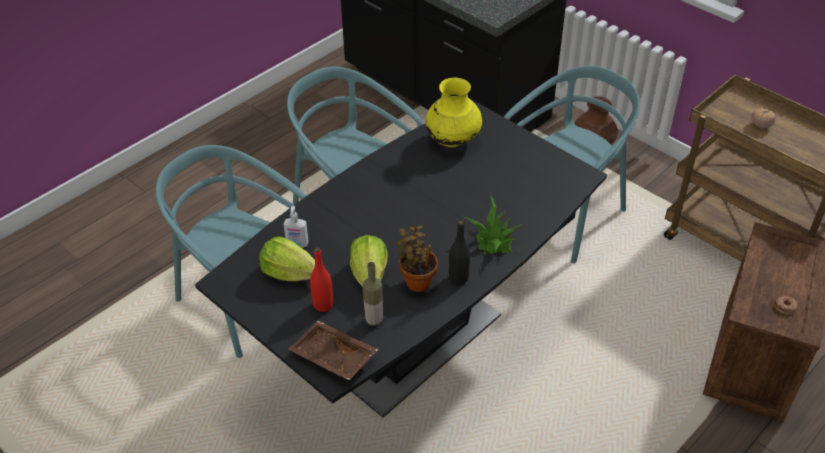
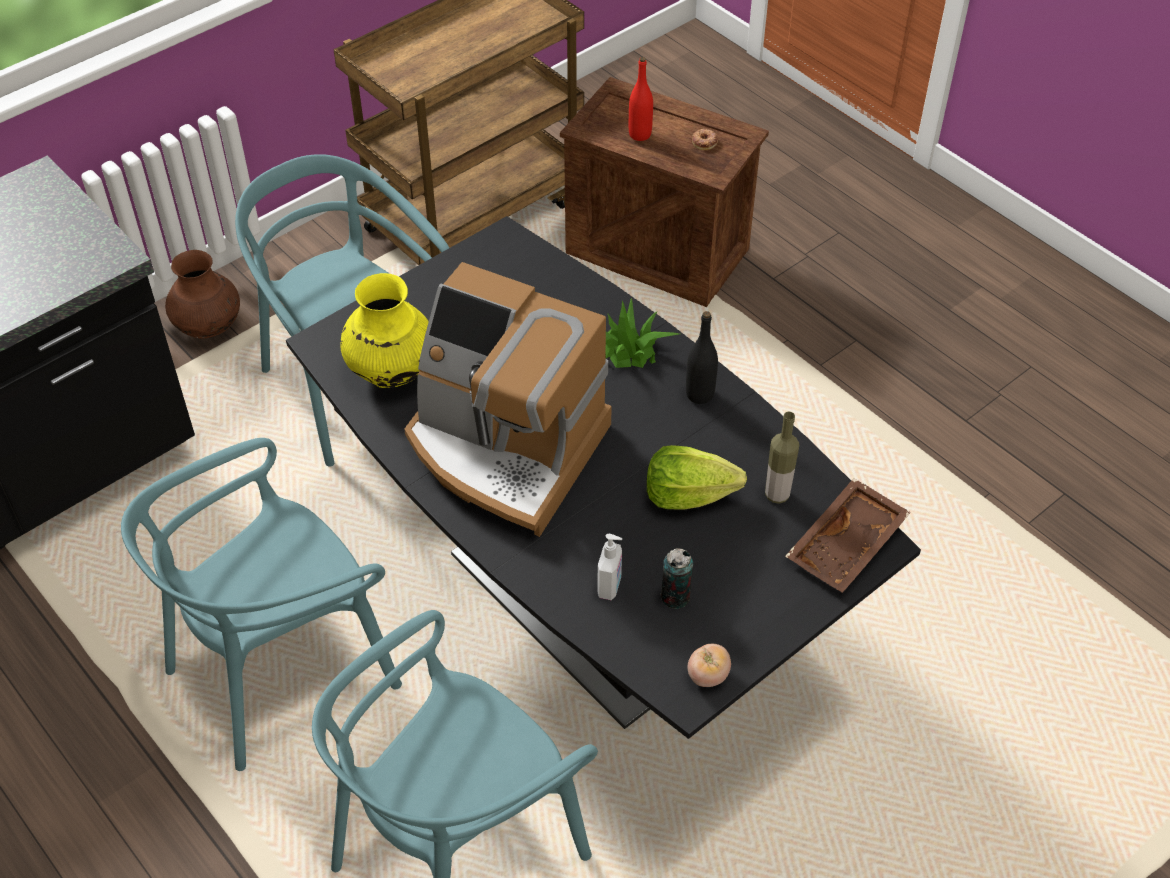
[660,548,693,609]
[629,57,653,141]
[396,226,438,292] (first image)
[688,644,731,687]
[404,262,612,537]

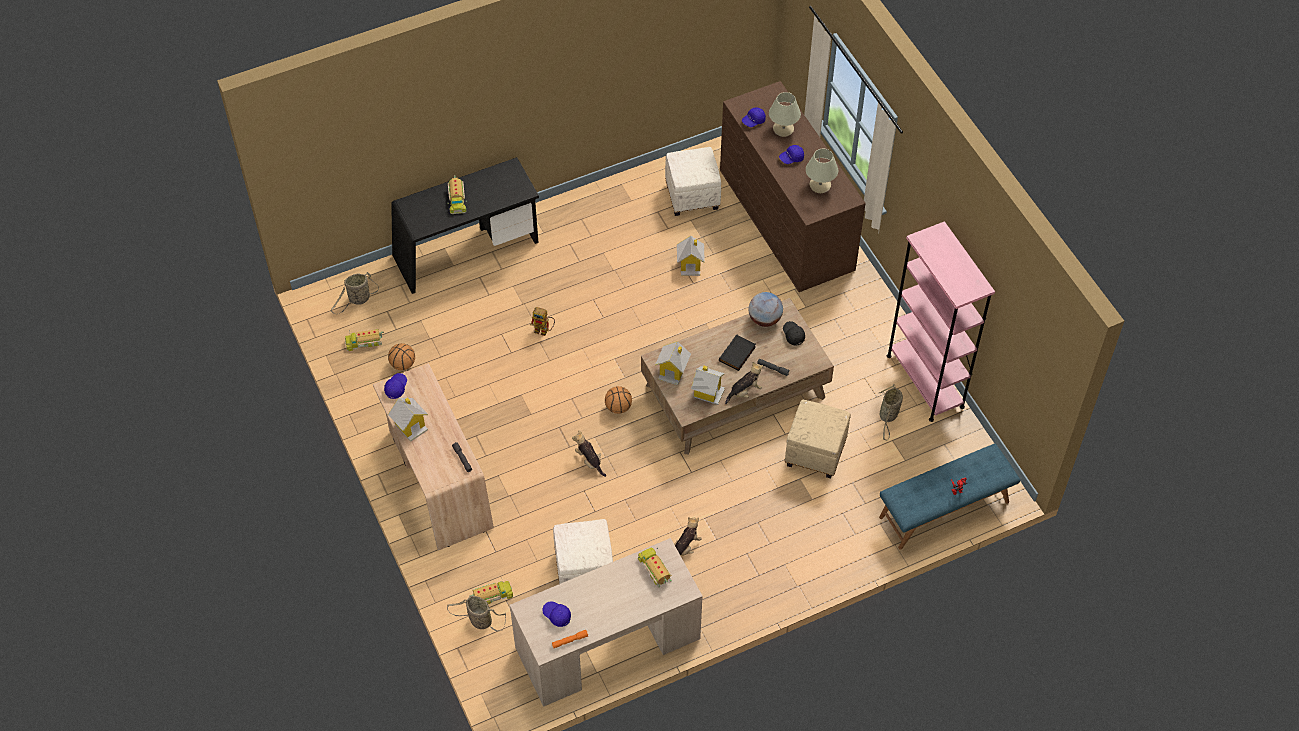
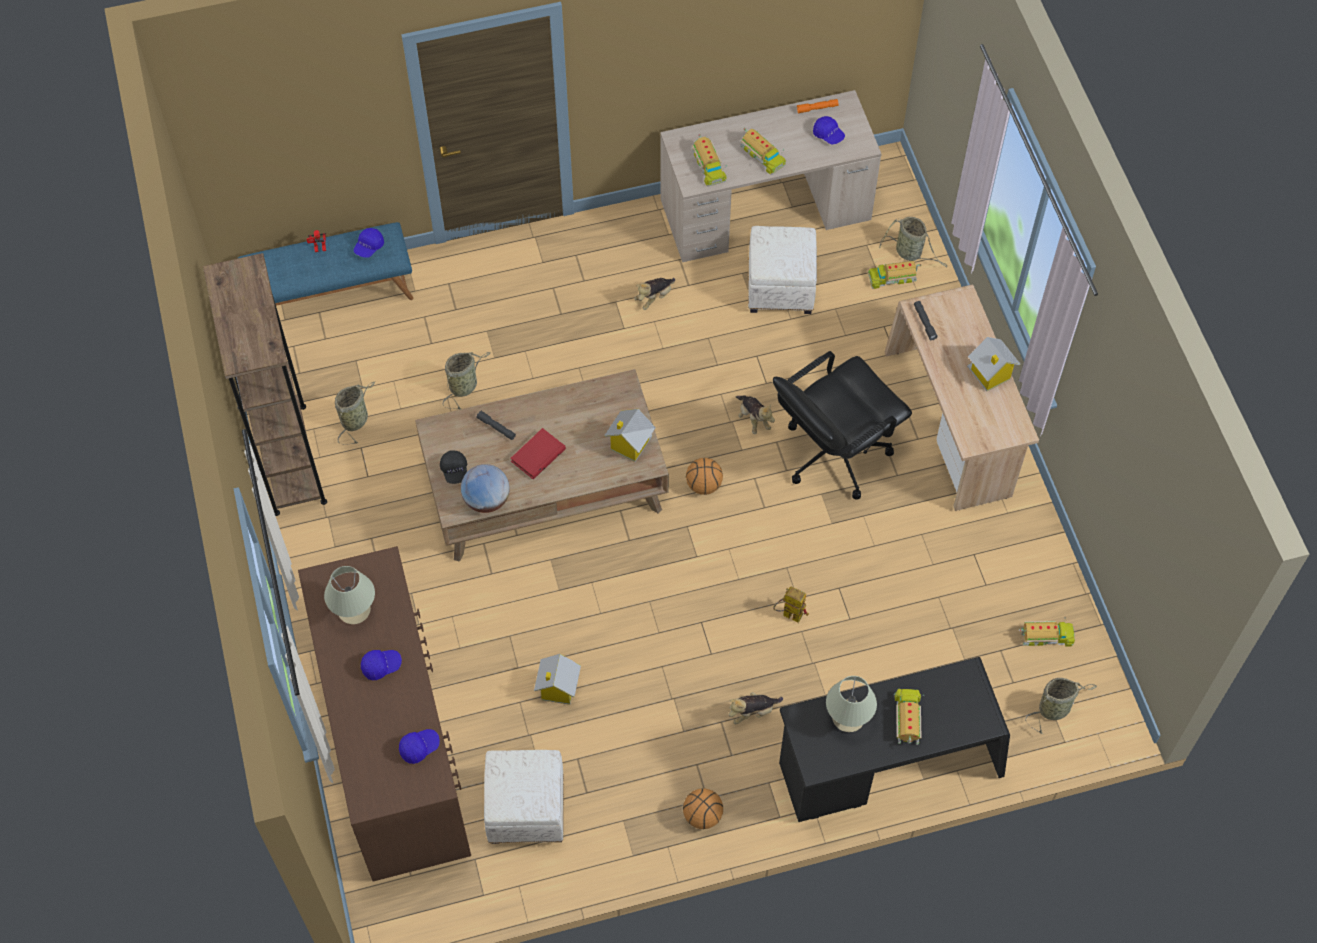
[354,228,384,258]
[683,788,723,829]
[691,366,725,405] (first image)
[510,428,566,479]
[729,692,783,724]
[826,676,877,732]
[443,352,491,410]
[203,253,327,516]
[740,128,786,175]
[773,351,912,500]

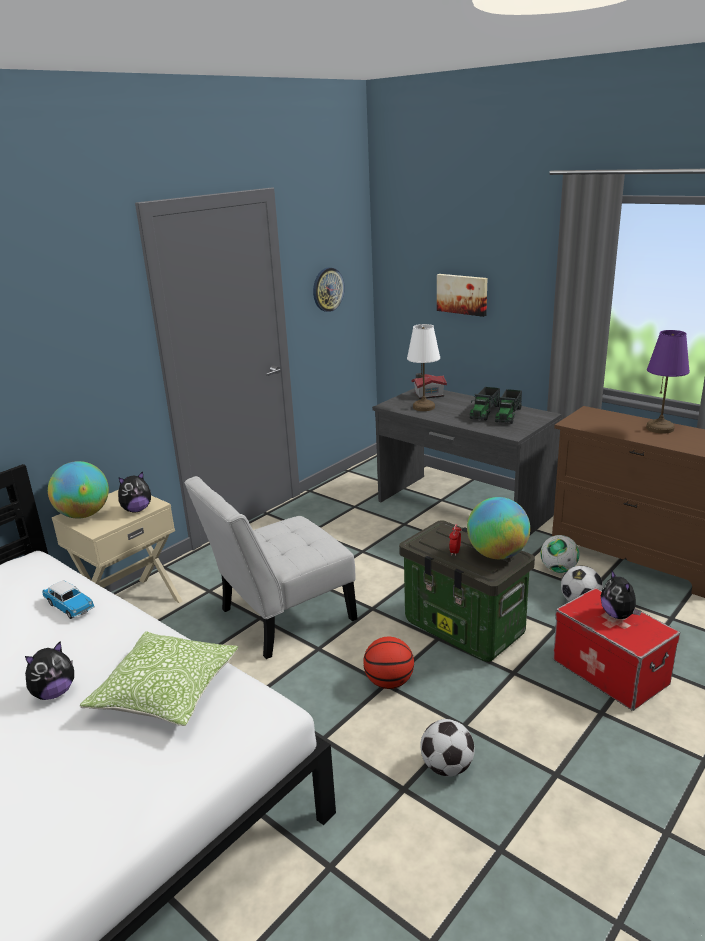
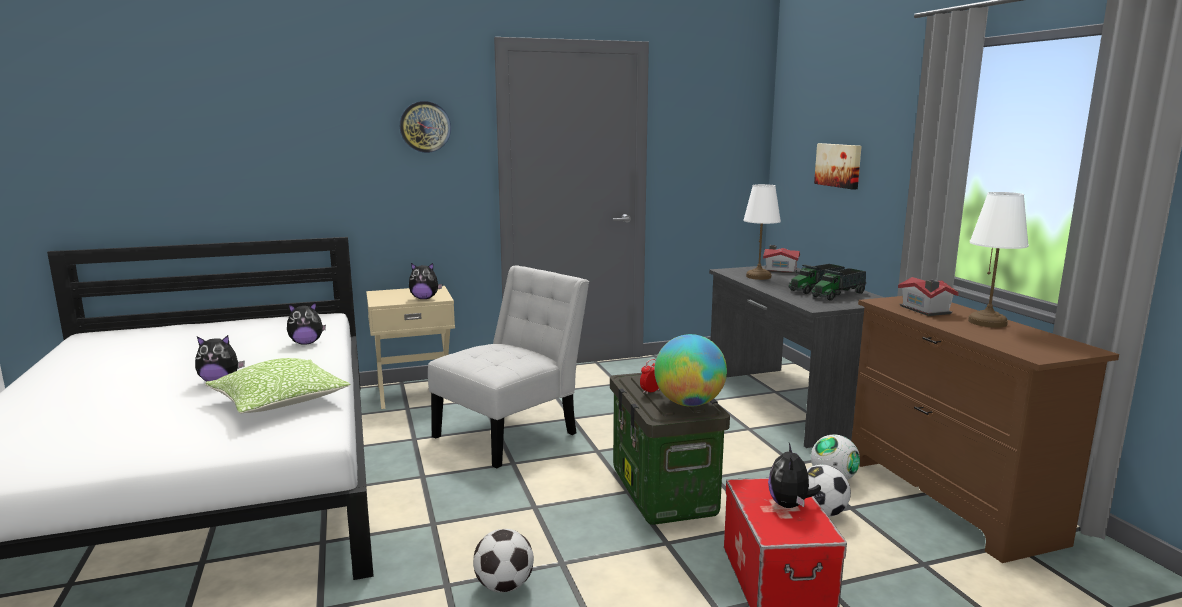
[287,302,326,345]
[48,461,109,518] (first image)
[428,266,589,468]
[400,101,451,153]
[363,637,414,689] (first image)
[968,192,1029,328]
[898,277,959,316]

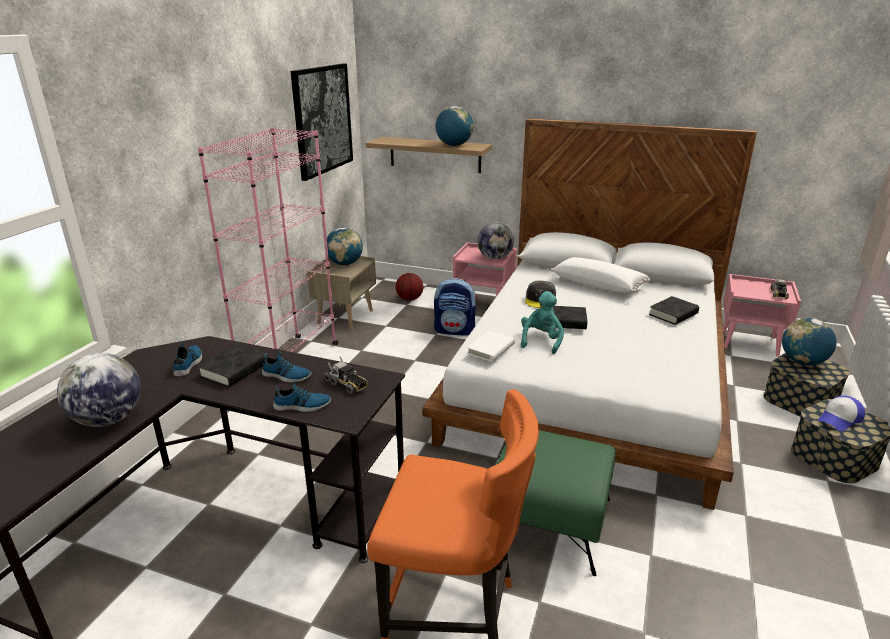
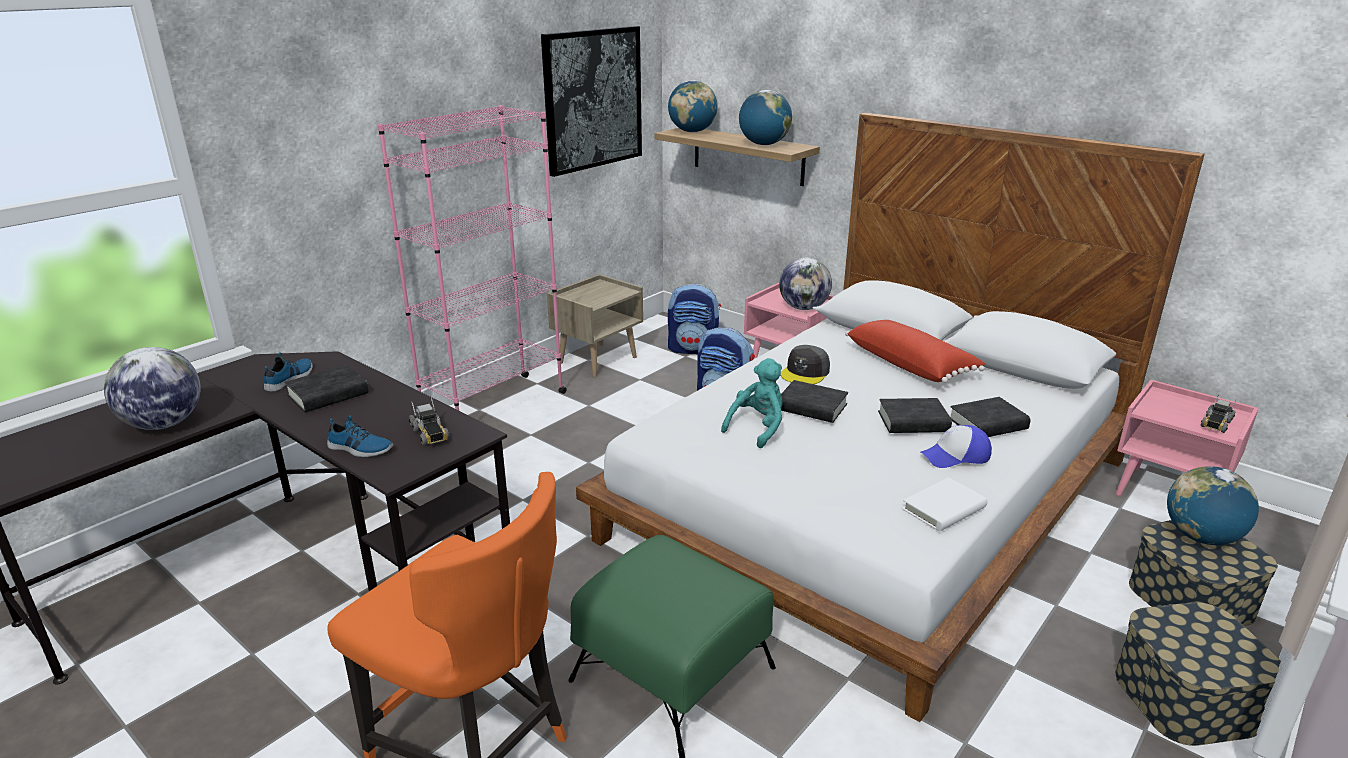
[262,351,312,382] (first image)
[668,80,718,132]
[668,284,721,354]
[902,477,987,532]
[845,320,985,383]
[921,425,992,468]
[878,398,952,433]

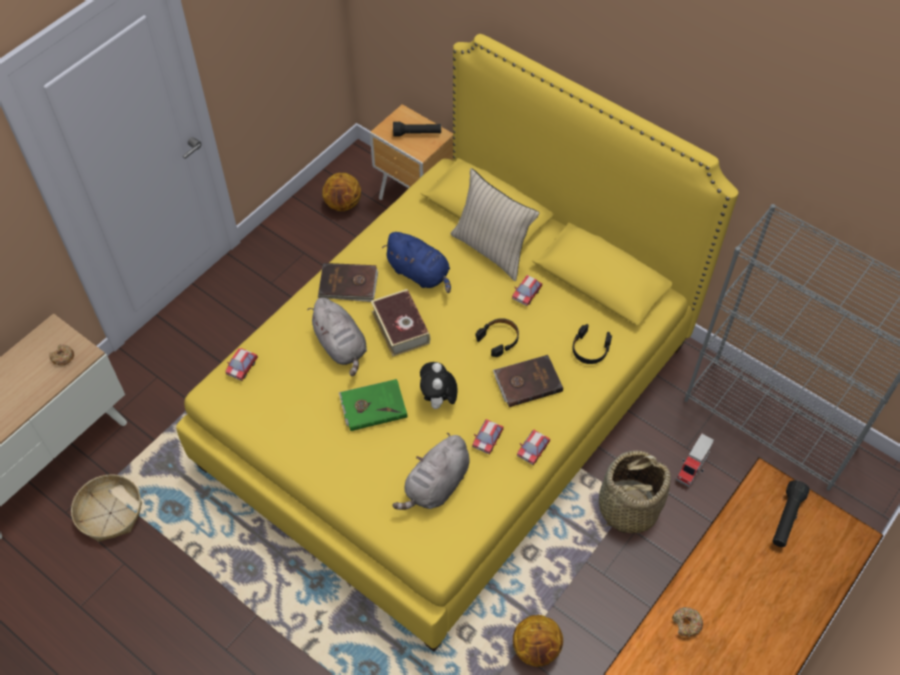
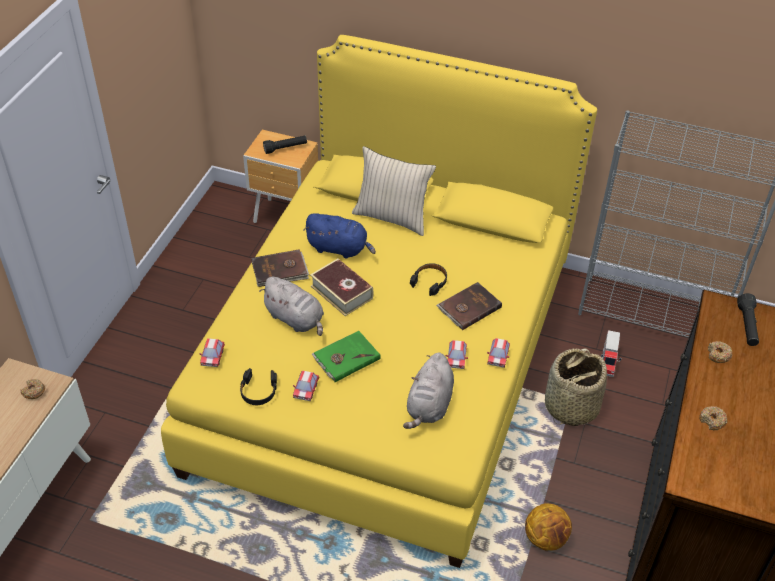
[71,474,142,542] (first image)
[322,173,361,211] (first image)
[420,362,458,409] (first image)
[293,371,319,401]
[240,368,277,405]
[708,341,733,363]

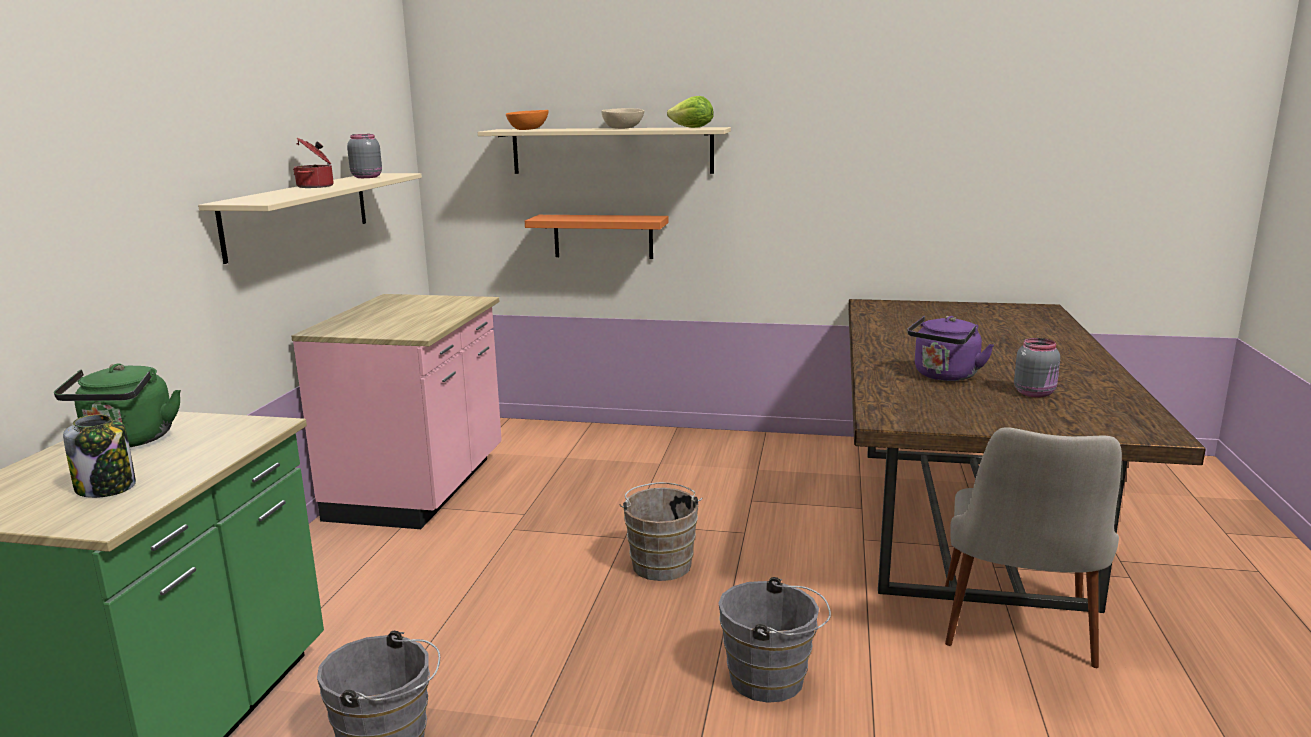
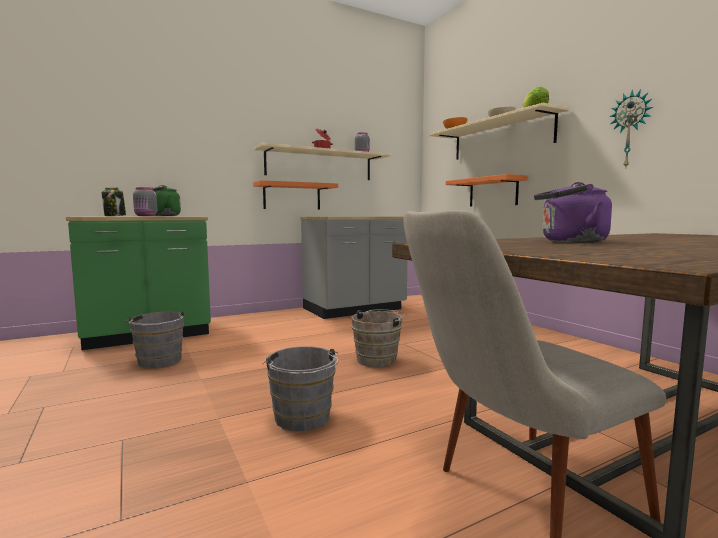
[300,216,407,319]
[133,187,158,216]
[253,180,338,209]
[609,89,653,167]

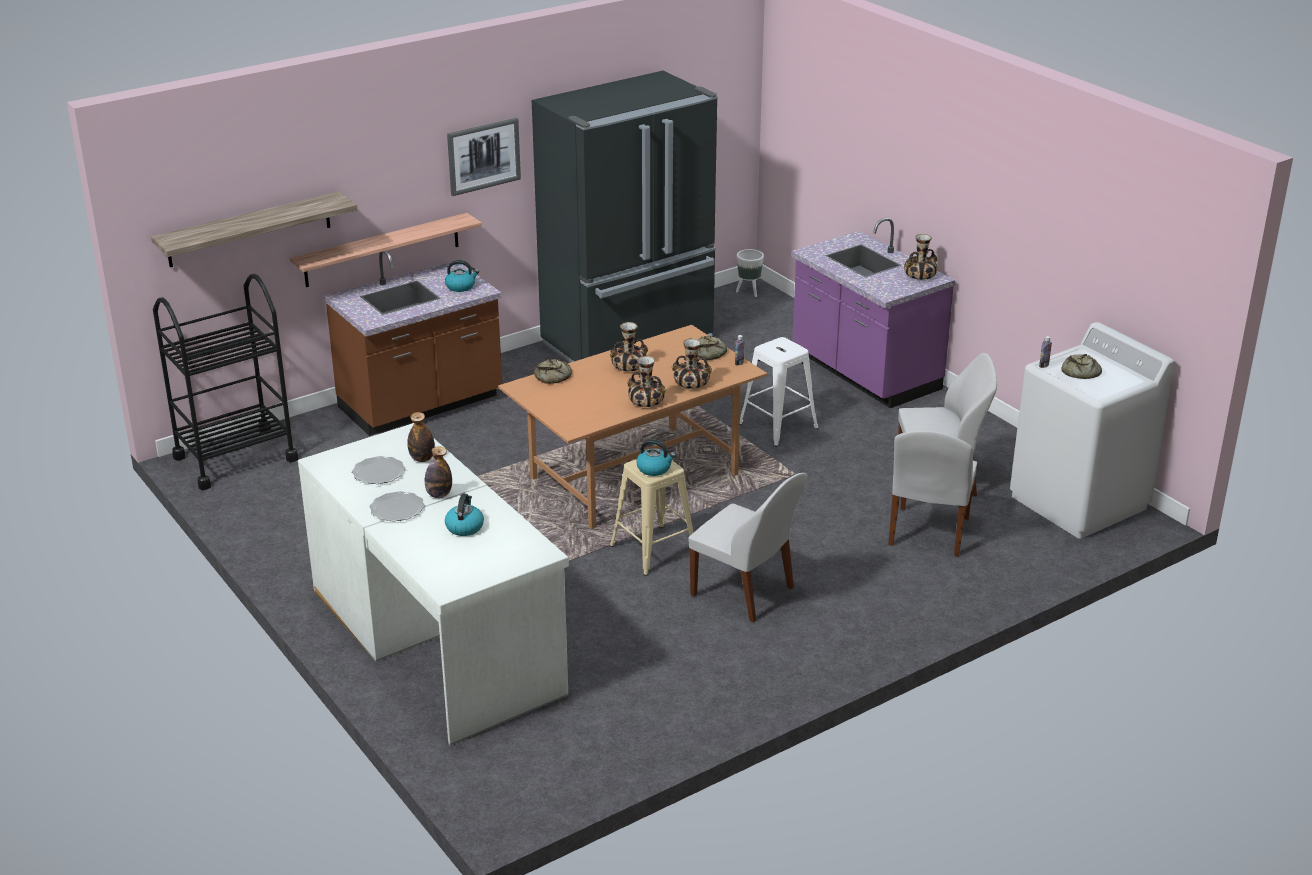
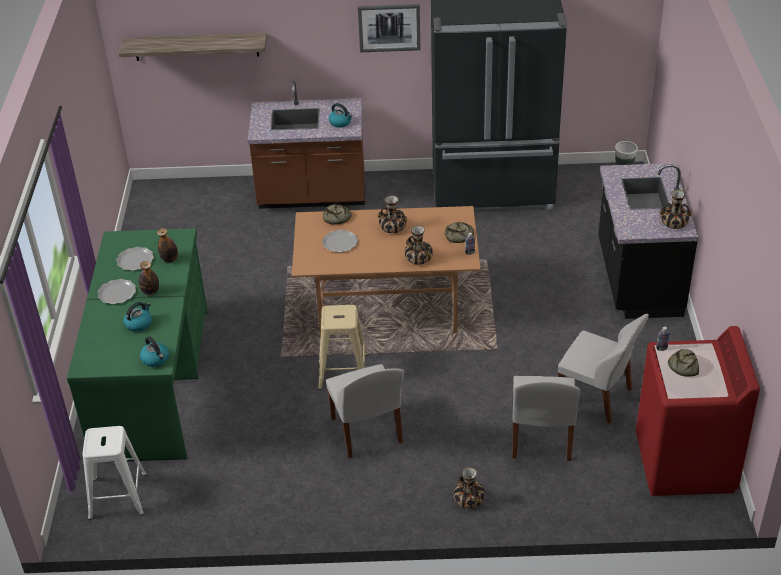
[153,274,298,490] (first image)
[290,213,482,287] (first image)
[67,228,208,462]
[454,467,485,509]
[140,336,169,367]
[83,426,147,520]
[598,163,698,319]
[513,376,580,461]
[636,326,760,496]
[322,230,358,252]

